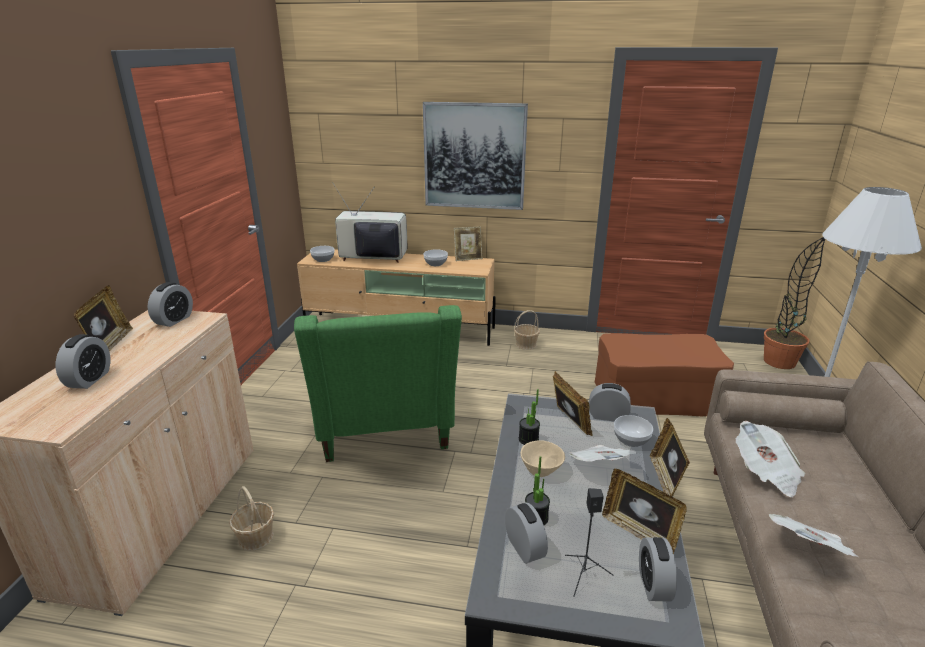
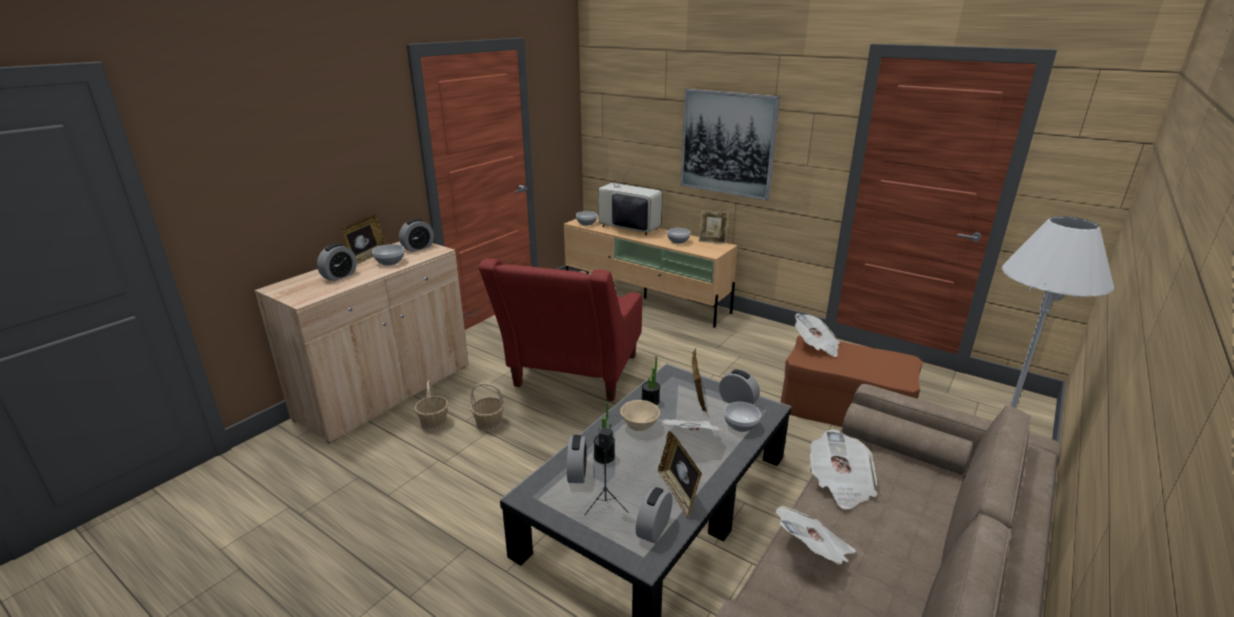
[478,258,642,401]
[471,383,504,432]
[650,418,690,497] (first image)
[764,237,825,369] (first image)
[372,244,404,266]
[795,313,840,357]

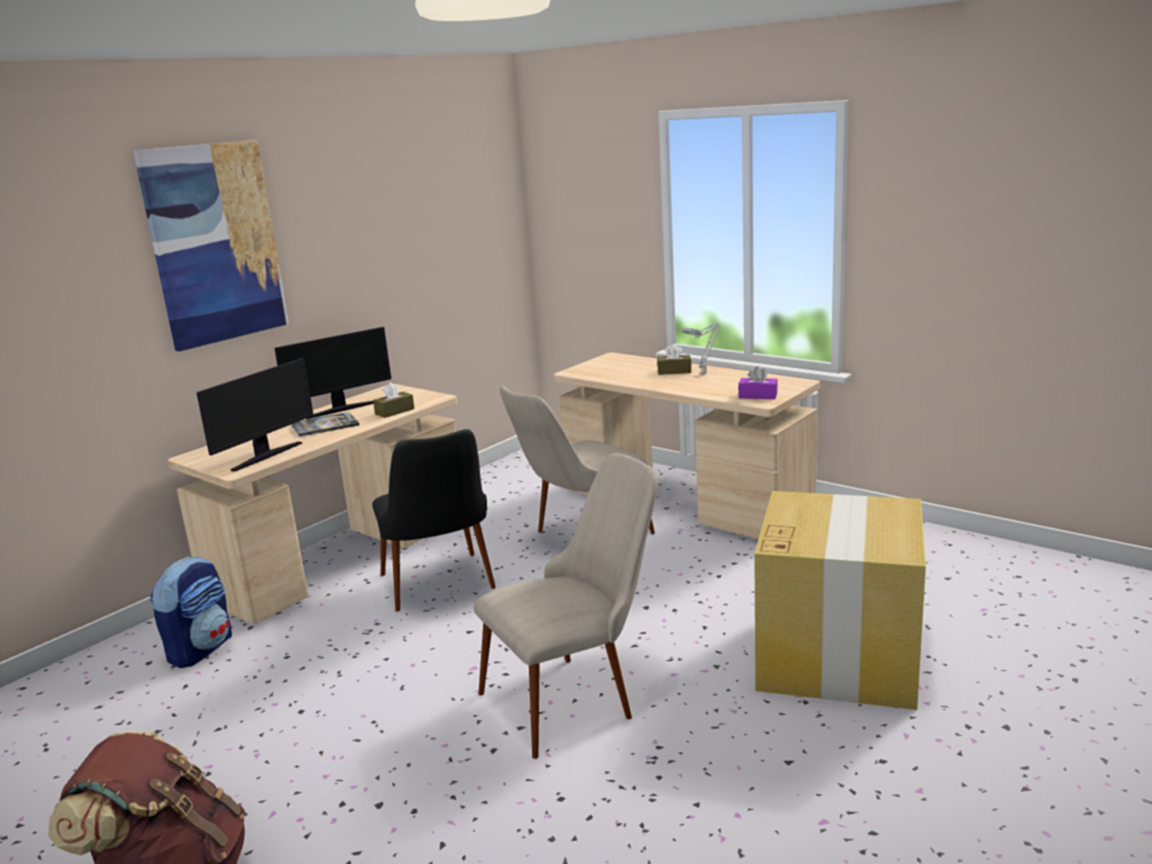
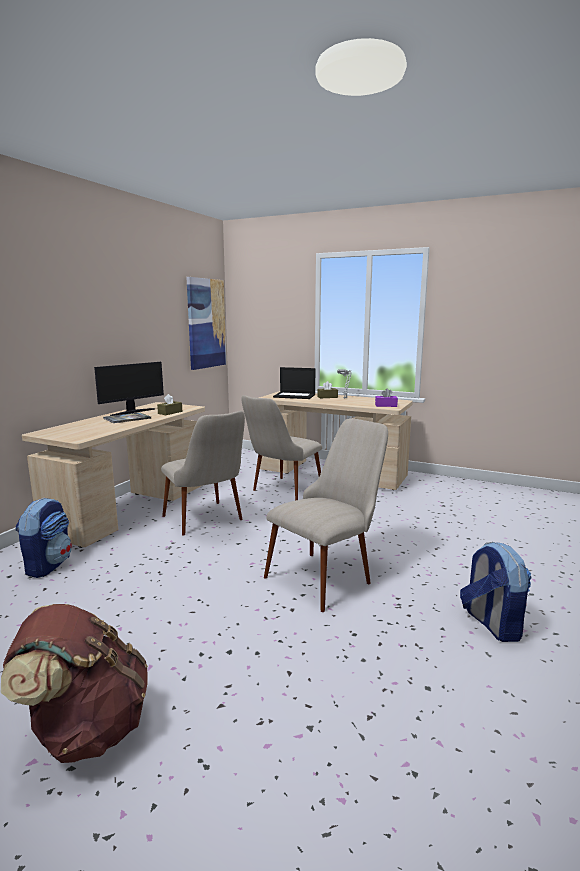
[186,277,226,370]
[196,358,314,472] (first image)
[161,411,245,535]
[754,491,926,710] (first image)
[273,367,315,399]
[460,542,532,642]

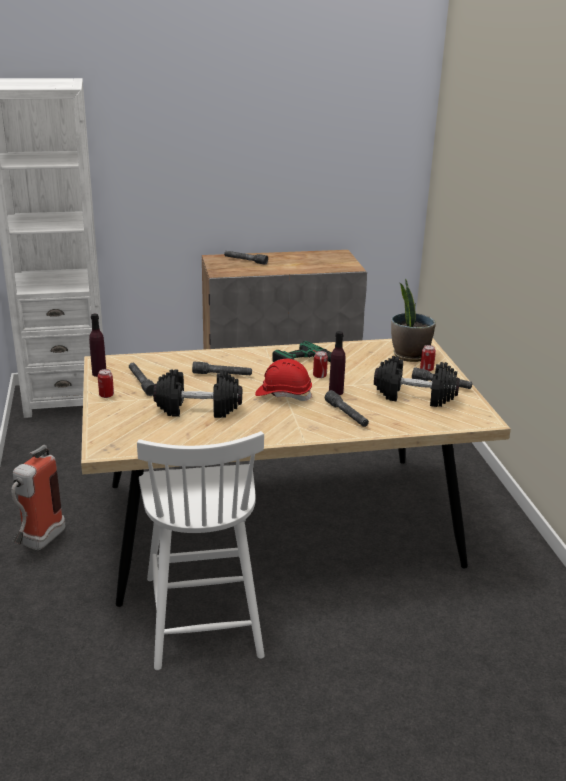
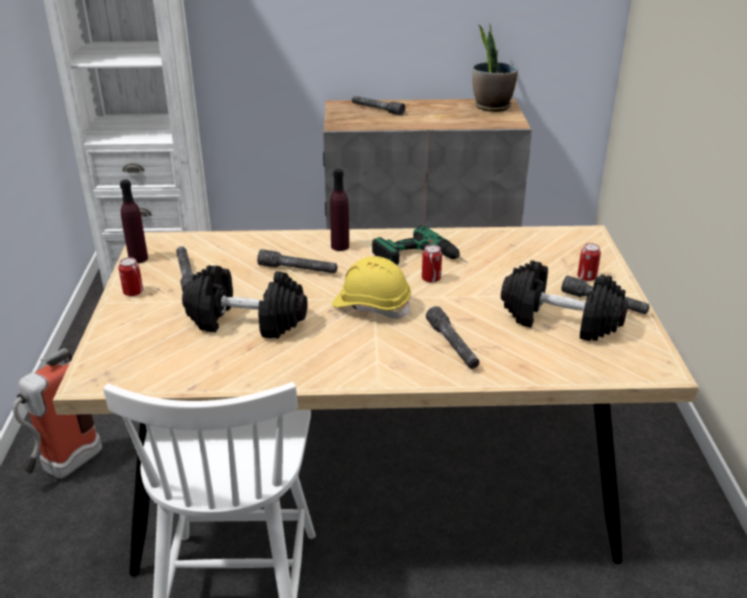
[332,256,411,319]
[330,169,349,251]
[472,23,518,112]

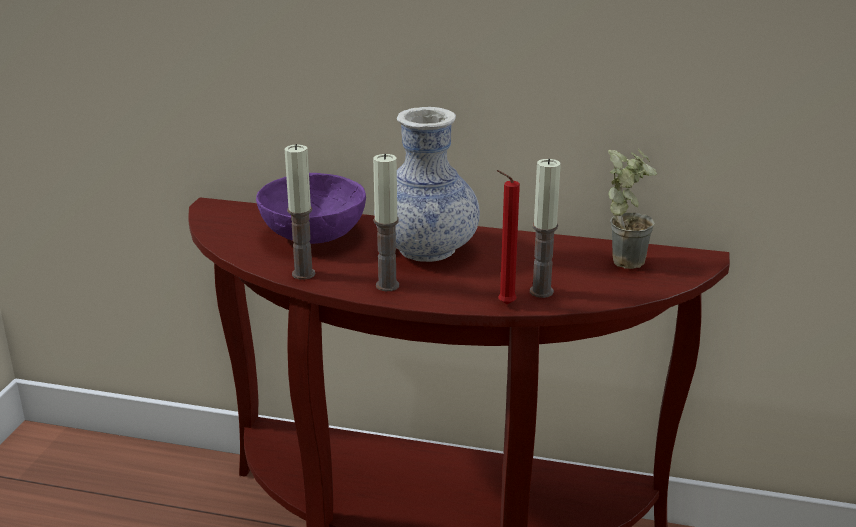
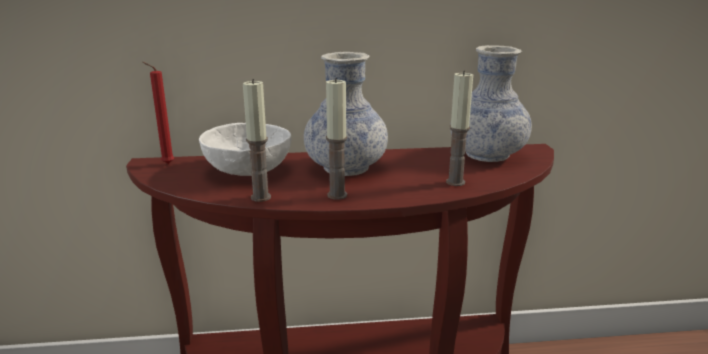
[199,123,291,176]
[142,62,174,164]
[450,45,532,162]

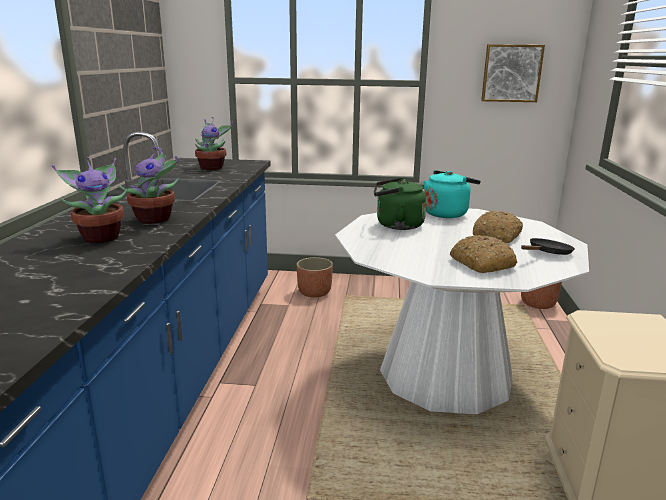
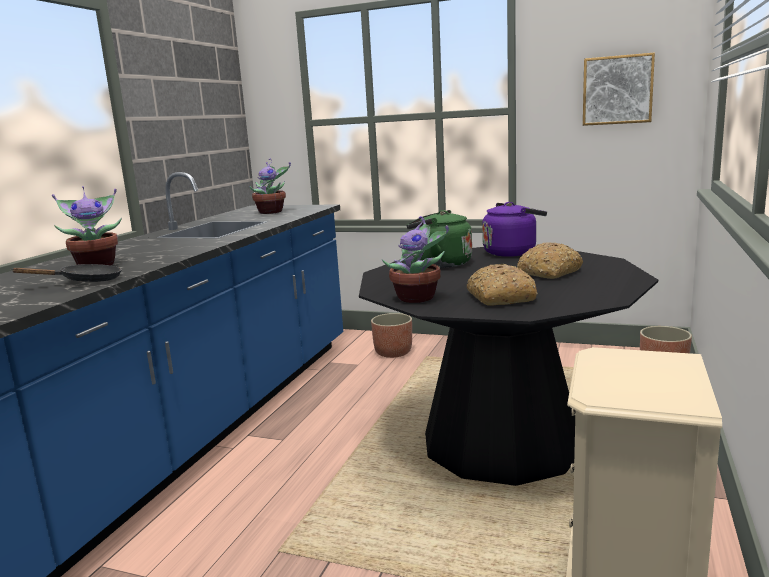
[382,216,449,303]
[359,247,658,486]
[482,202,547,257]
[11,264,122,282]

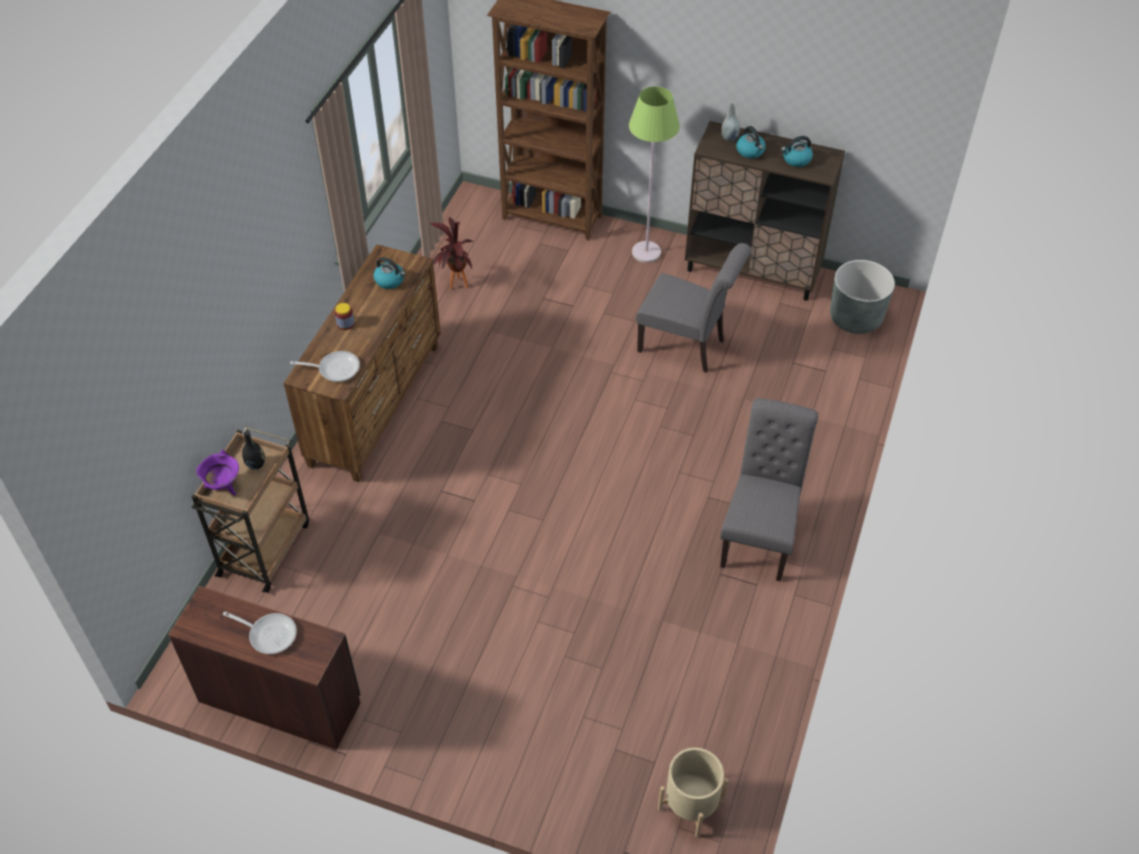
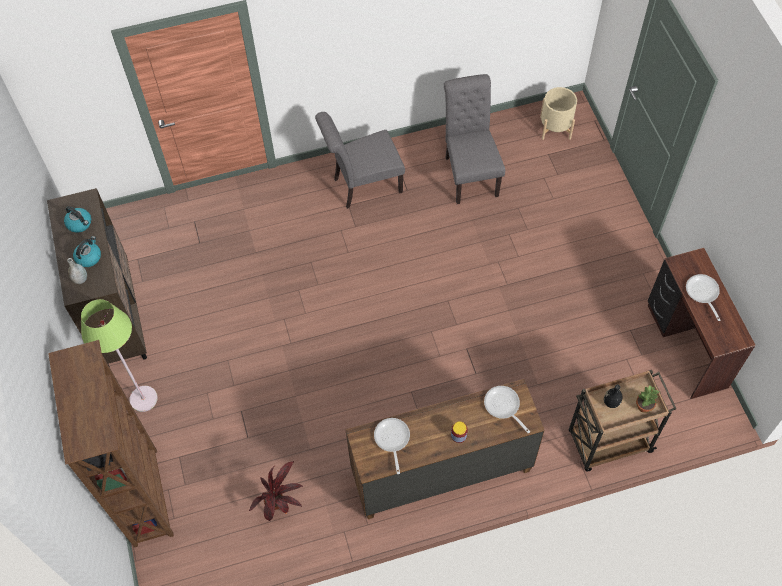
[636,385,659,413]
[374,418,410,474]
[444,74,505,204]
[830,260,895,334] (first image)

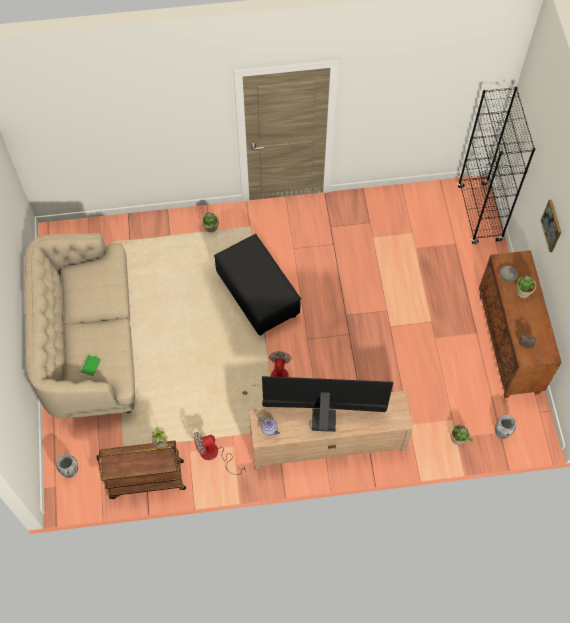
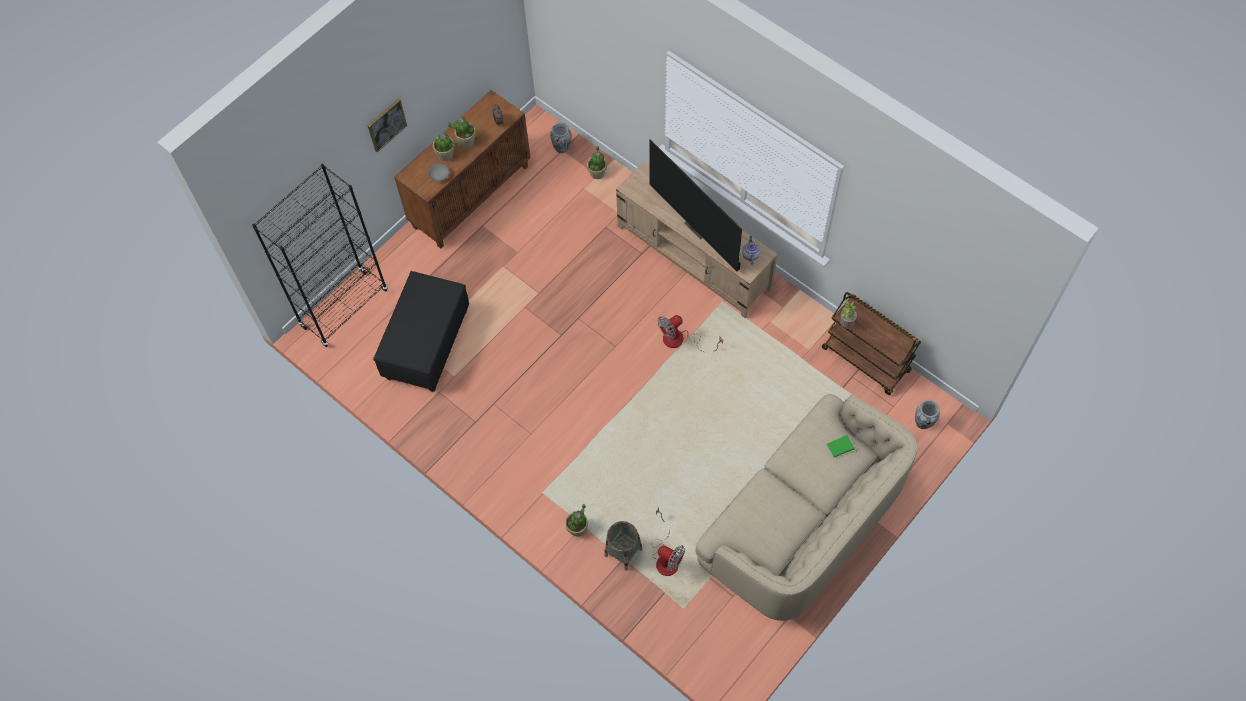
[652,507,685,576]
[373,271,469,392]
[448,118,476,148]
[604,521,642,571]

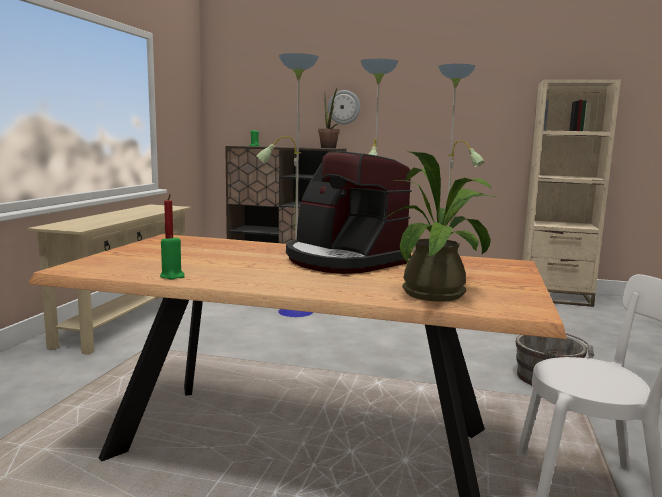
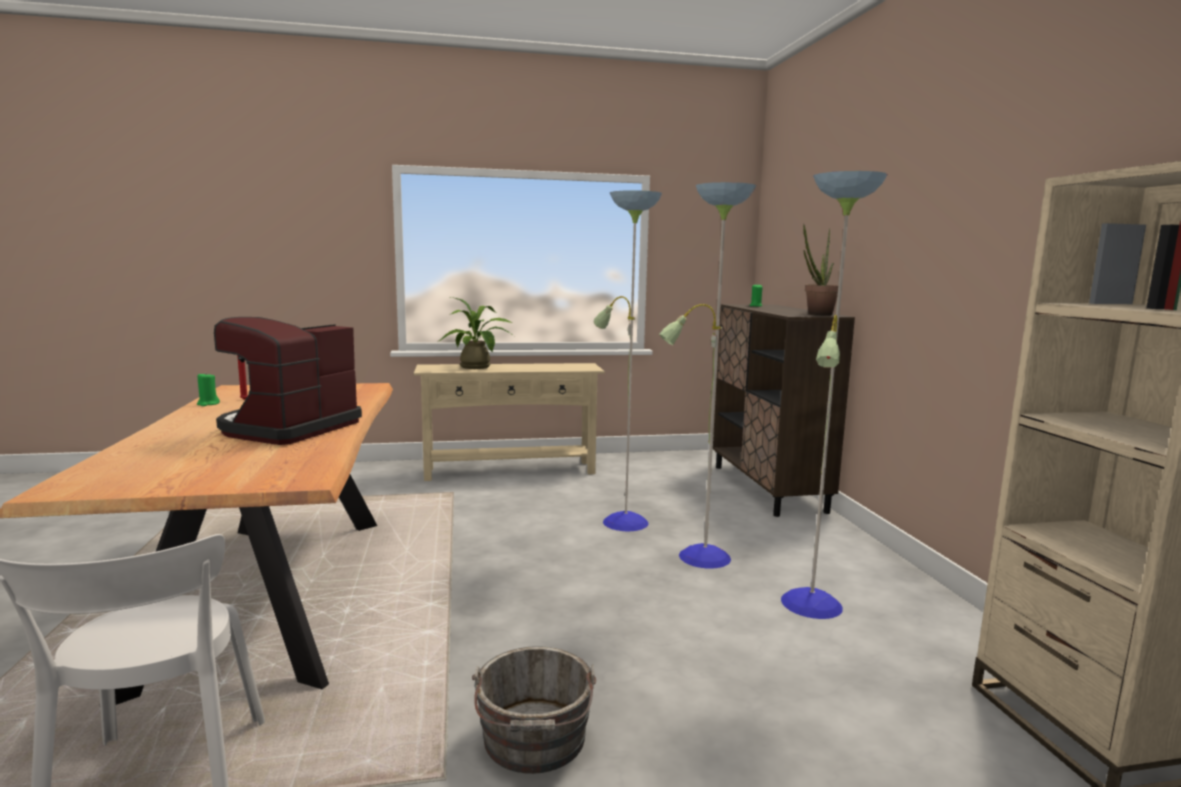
[328,90,360,124] (first image)
[439,297,514,369]

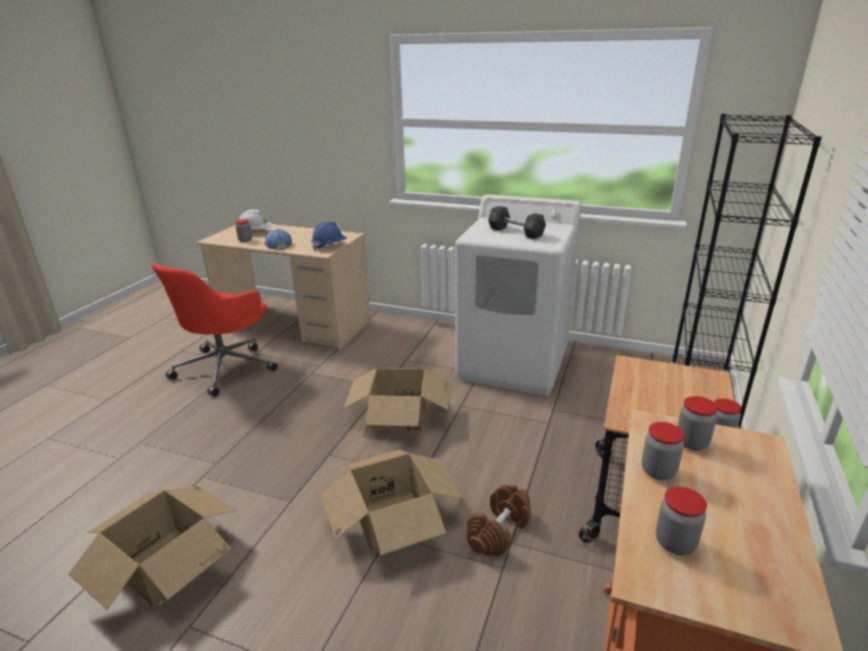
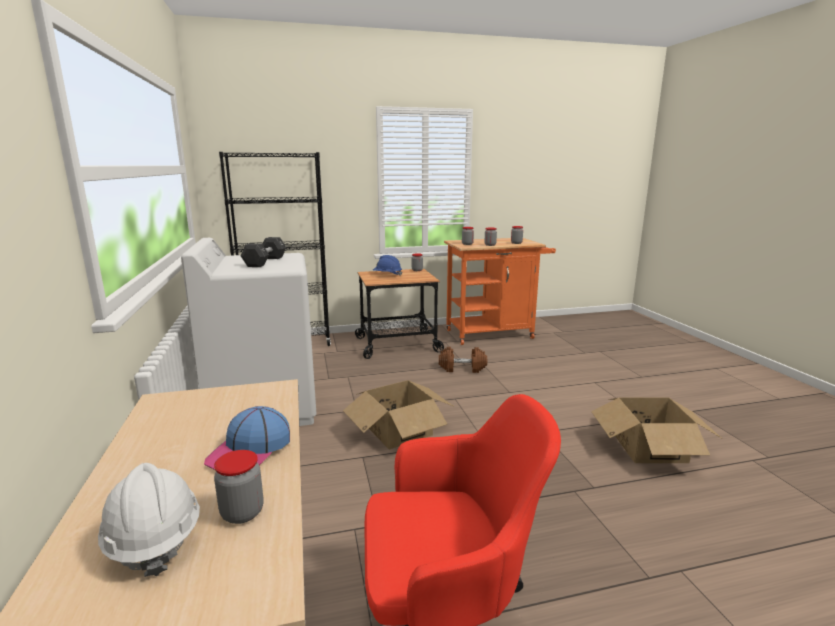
[373,255,402,276]
[321,450,464,555] (first image)

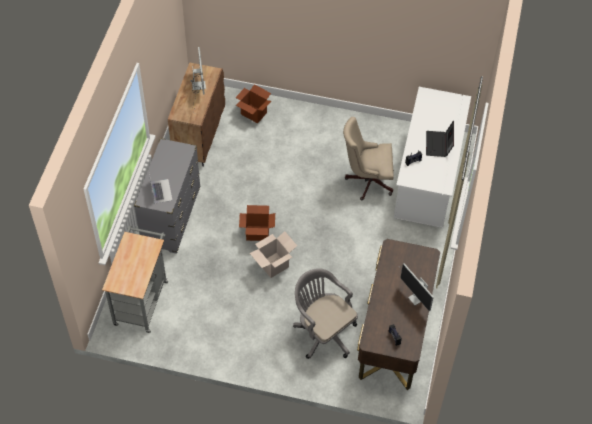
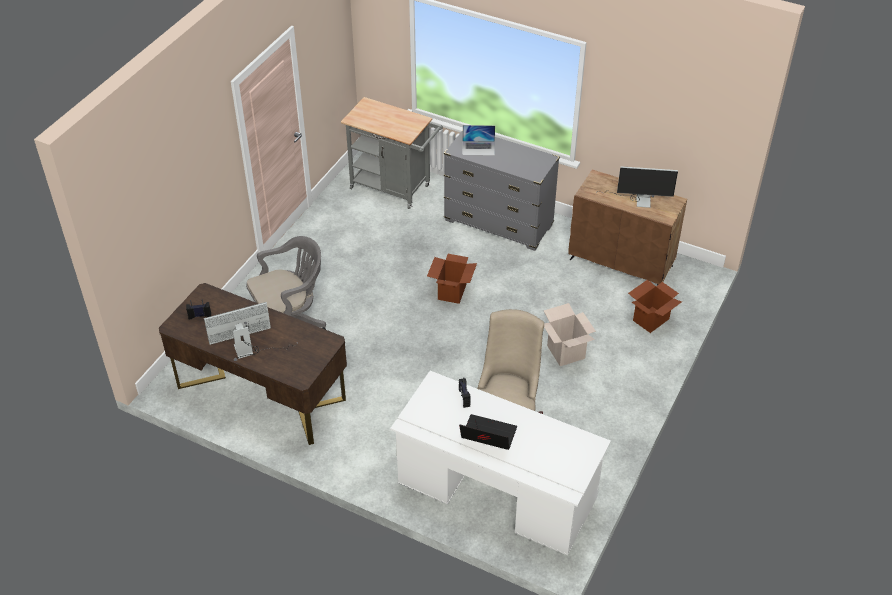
[544,303,596,366]

